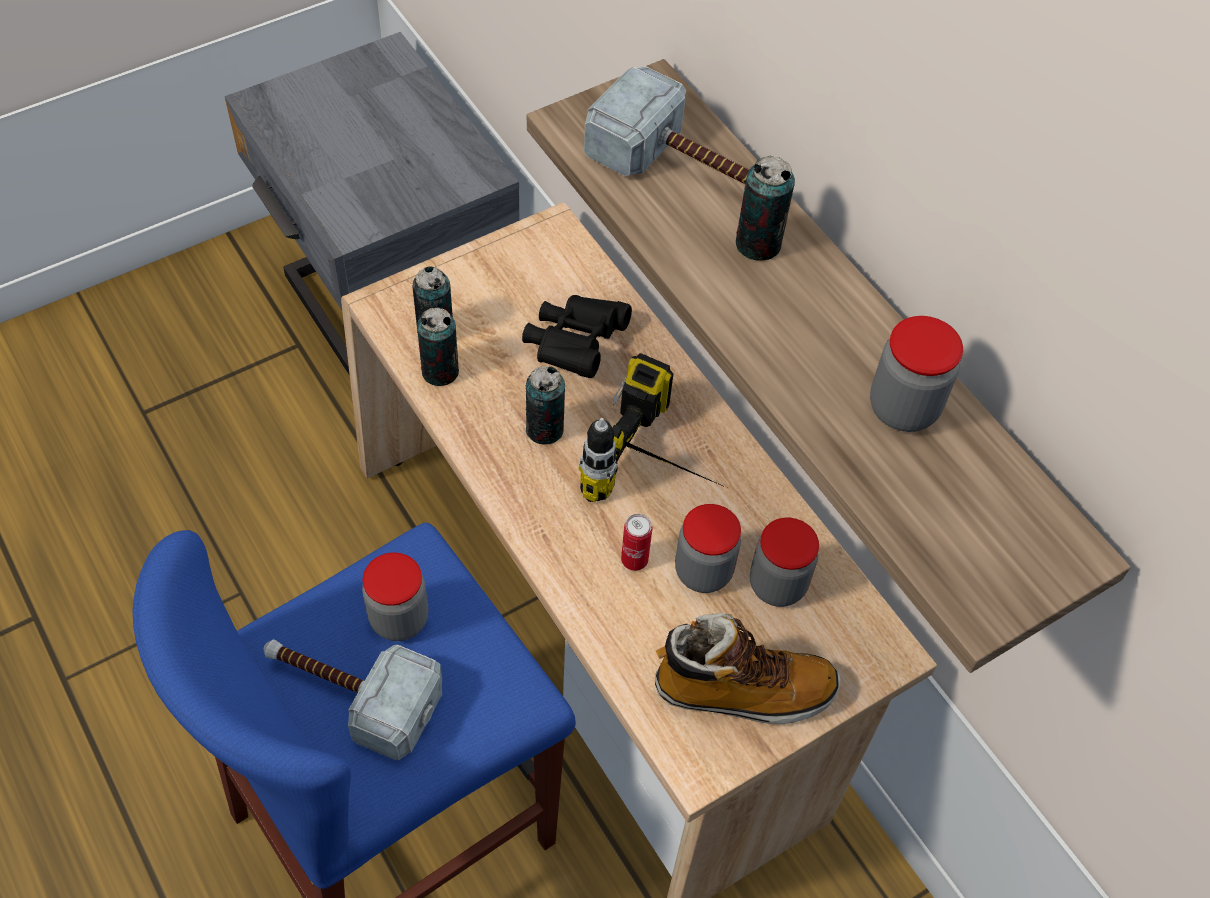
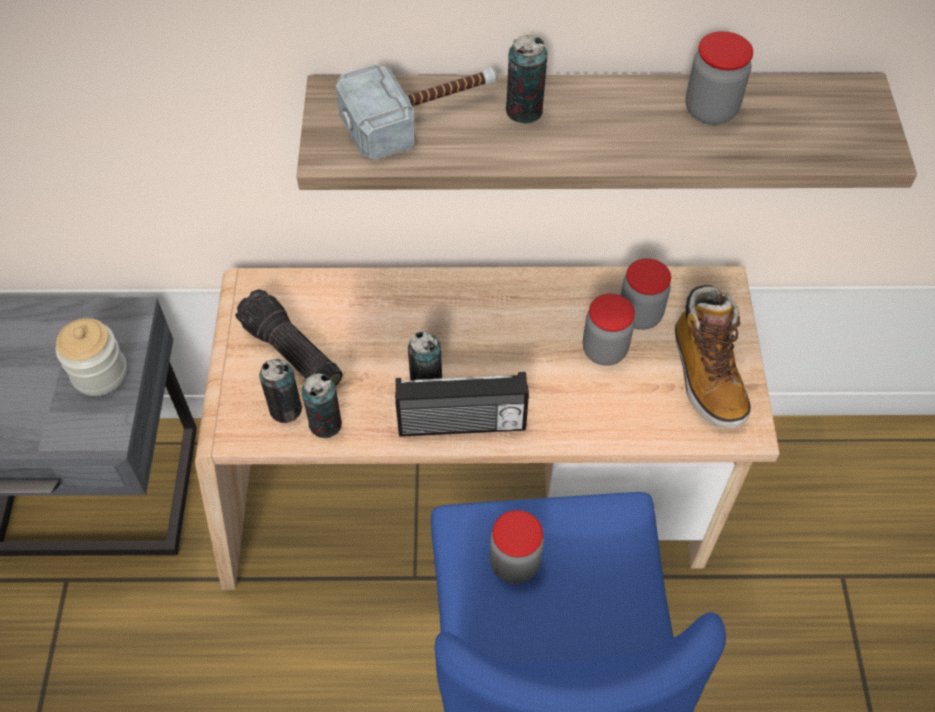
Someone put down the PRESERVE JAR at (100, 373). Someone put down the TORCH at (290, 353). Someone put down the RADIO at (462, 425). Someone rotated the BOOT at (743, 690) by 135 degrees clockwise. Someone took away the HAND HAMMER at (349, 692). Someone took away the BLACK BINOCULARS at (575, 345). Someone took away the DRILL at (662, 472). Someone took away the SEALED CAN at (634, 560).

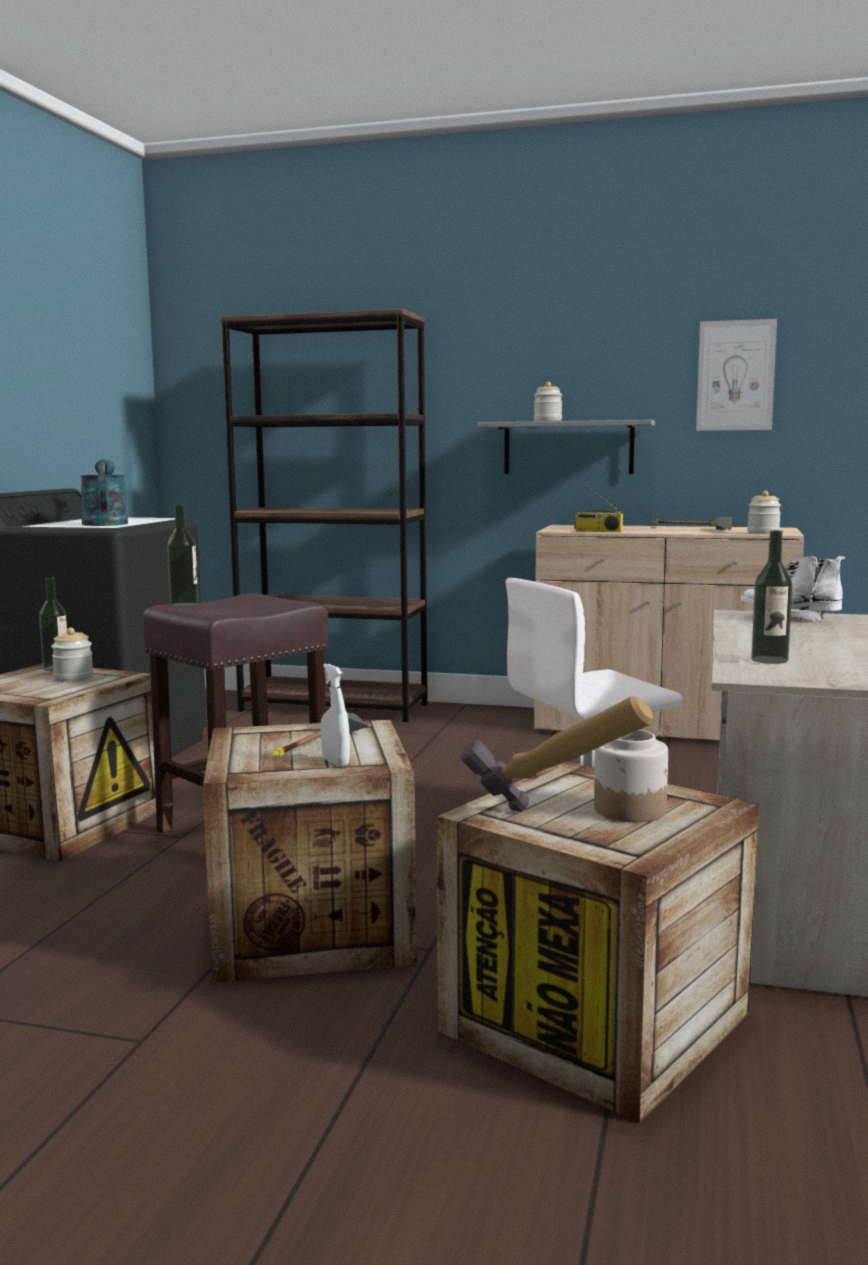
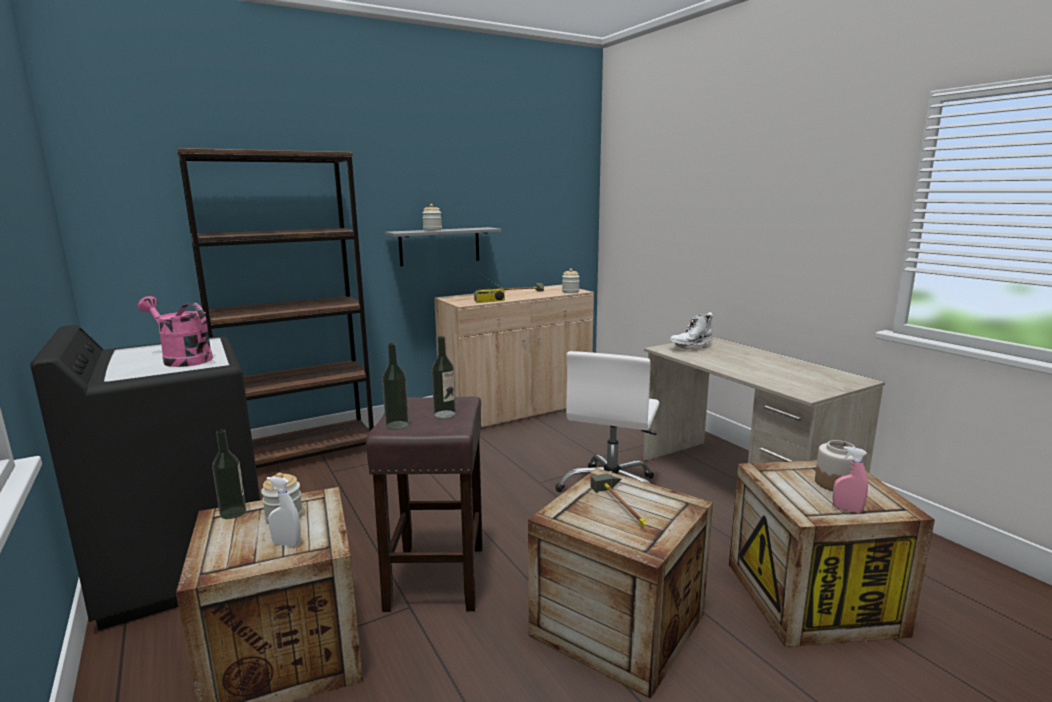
Someone repainted the TURQUOISE WATERING CAN at (105, 523), which became the PINK-COLOURED WATERING CAN at (182, 359). Someone carried the WHITISH SPRAY BOTTLE from (335, 762) to (287, 544). Someone carried the BEVERAGE BOTTLE from (769, 660) to (444, 414). Someone swapped the HAND HAMMER at (550, 827) for the PINK-COLOURED SPRAY BOTTLE at (847, 509). Someone took away the PICTURE at (735, 375).

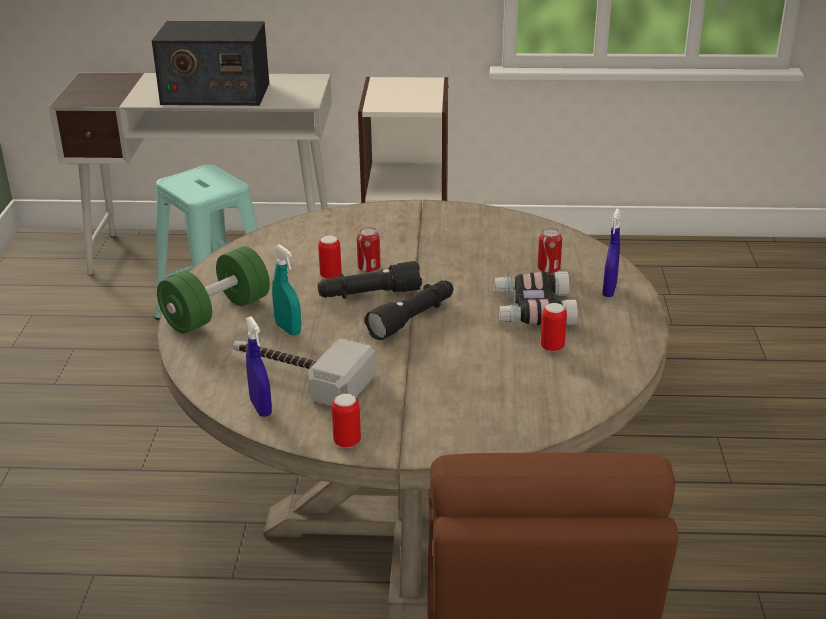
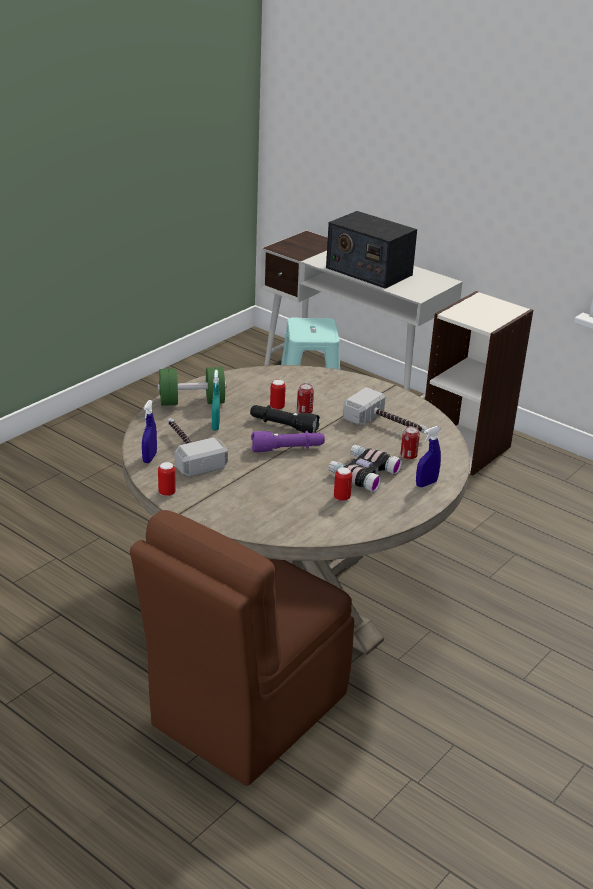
Someone repainted the BLACK TORCH at (413, 319), which became the PURPLE TORCH at (288, 449). Someone put down the HAND HAMMER at (388, 425).

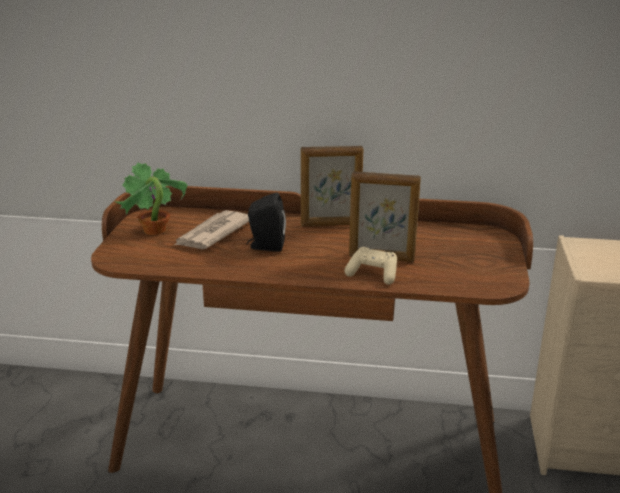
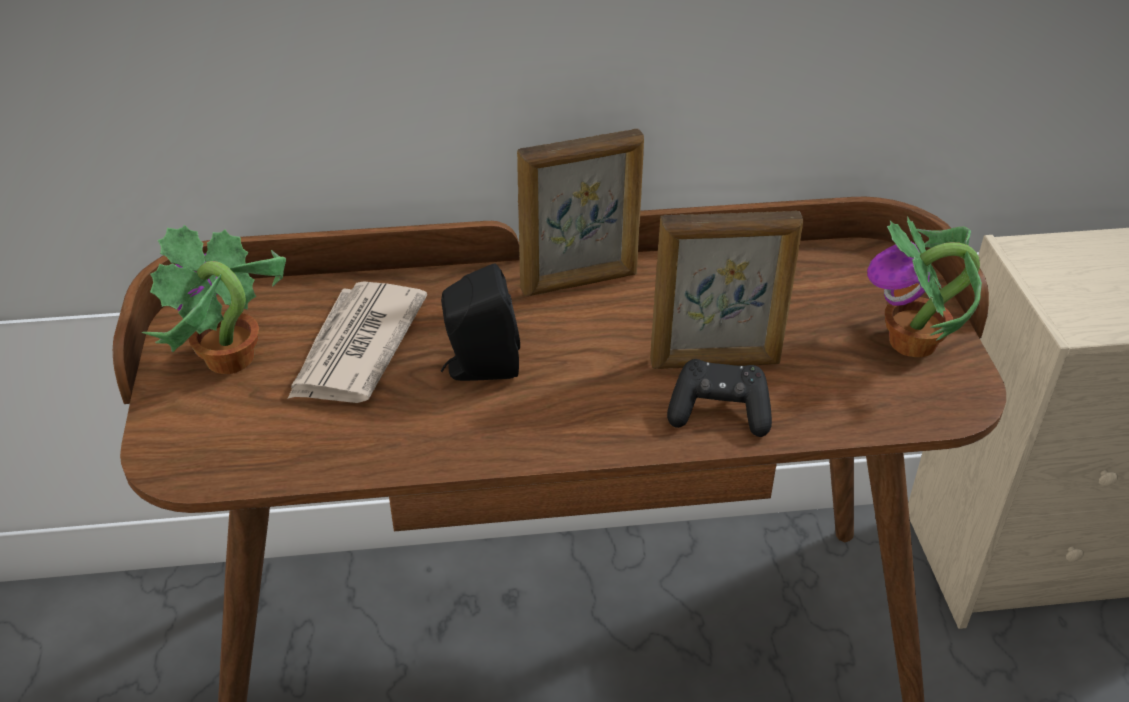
Someone repainted the BEIGE GAME CONTROLLER at (373, 274), which became the BLACK GAME CONTROLLER at (719, 412). Someone put down the POTTED PLANT at (913, 343).

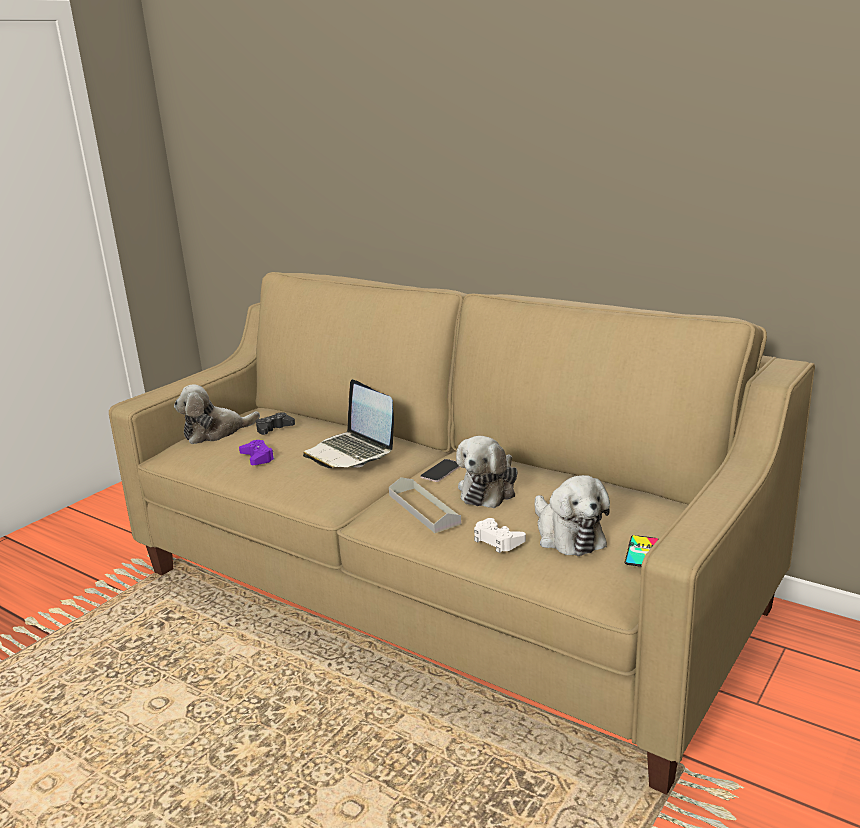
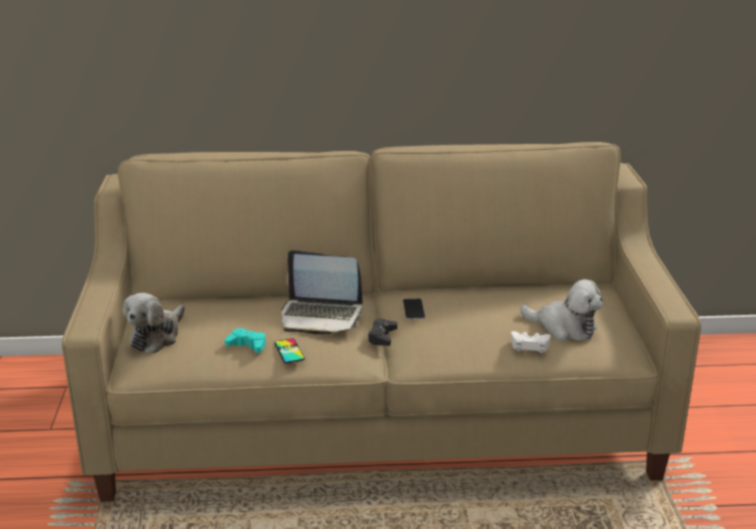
Someone repainted the PURPLE GAME CONTROLLER at (257, 457), which became the TURQUOISE GAME CONTROLLER at (247, 345). Someone carried the TELEPHONE from (642, 552) to (289, 351). Someone carried the BLACK GAME CONTROLLER from (274, 428) to (382, 337). Someone took away the GREYISH SERVING TRAY at (424, 509). Someone took away the SOFT TOY at (489, 490).

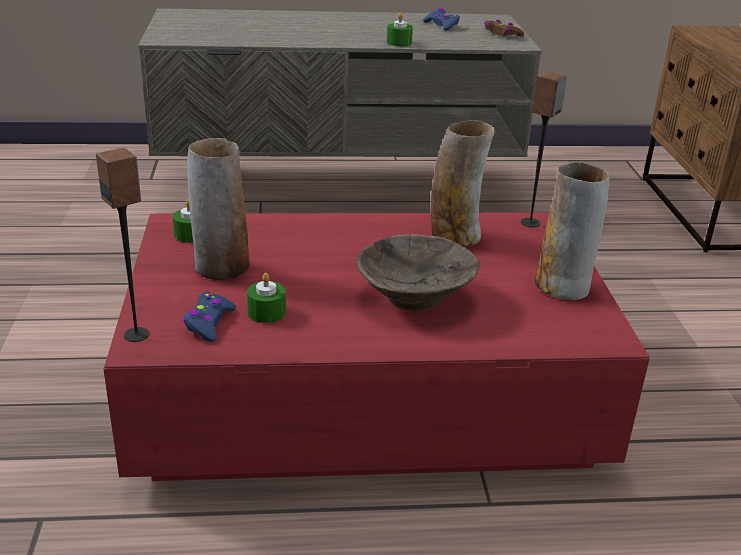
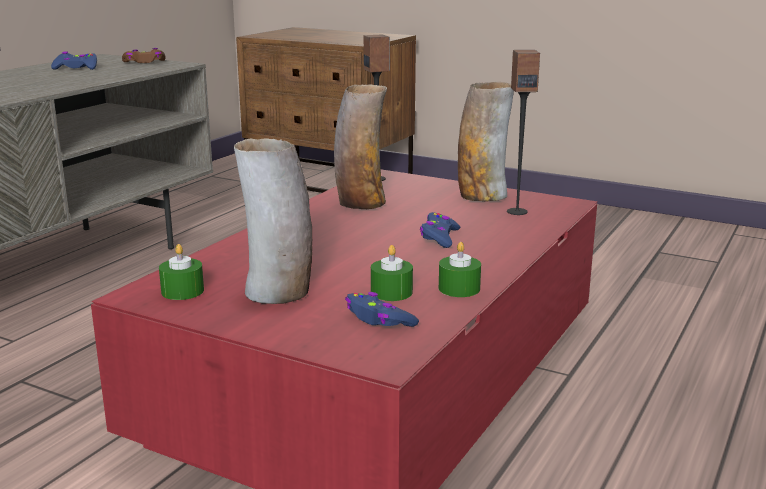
Someone swapped the BROWNISH BOWL at (415, 297) for the BLUISH GAME CONTROLLER at (439, 237). Someone carried the GREENISH WAX LIGHT from (399, 42) to (459, 288). Someone carried the LOUDSPEAKER from (137, 334) to (517, 211).

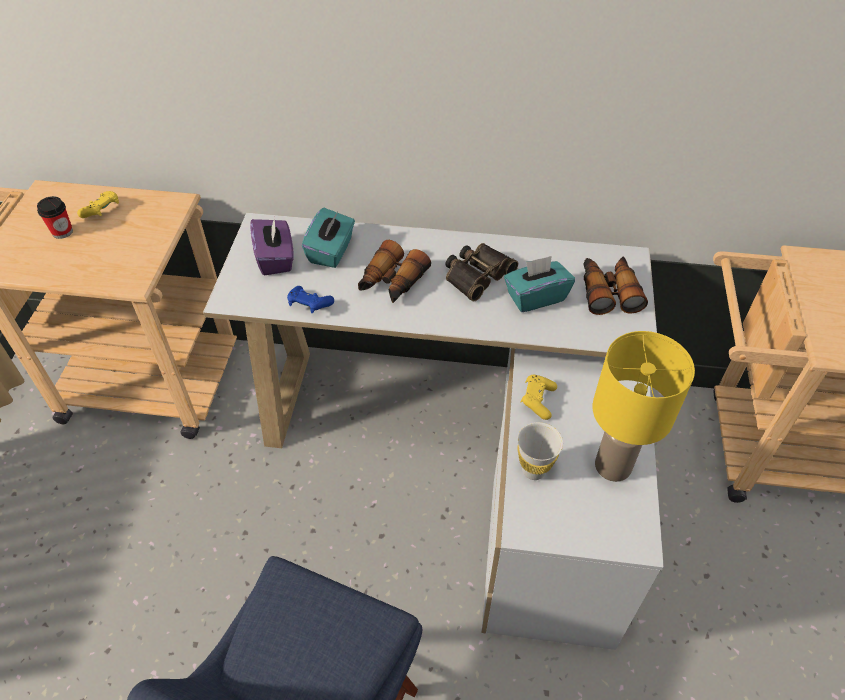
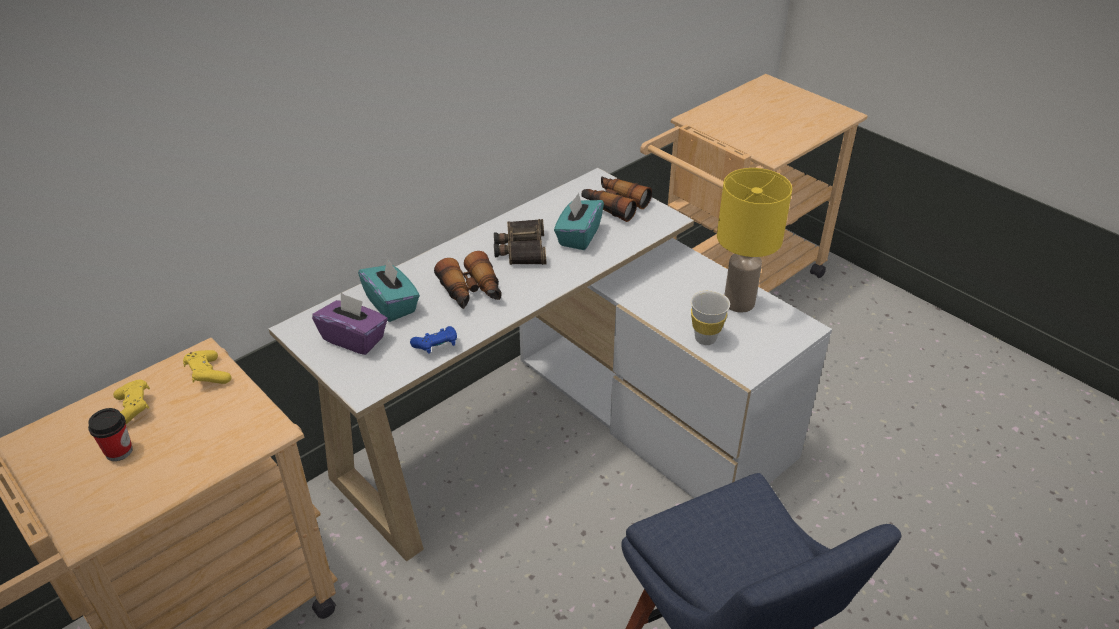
Someone carried the YELLOW-COLOURED GAME CONTROLLER from (537, 401) to (208, 375).

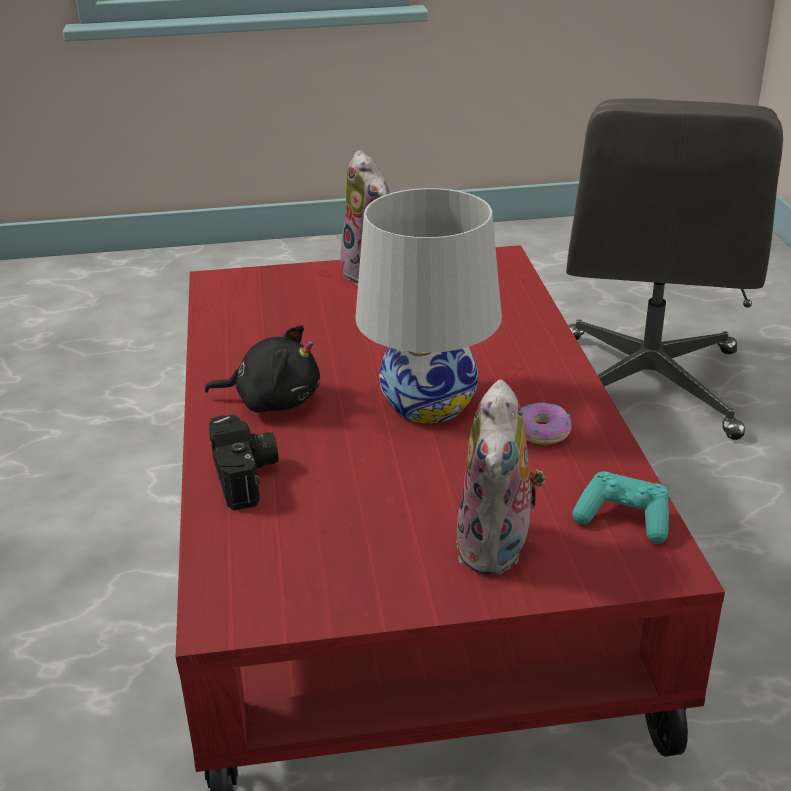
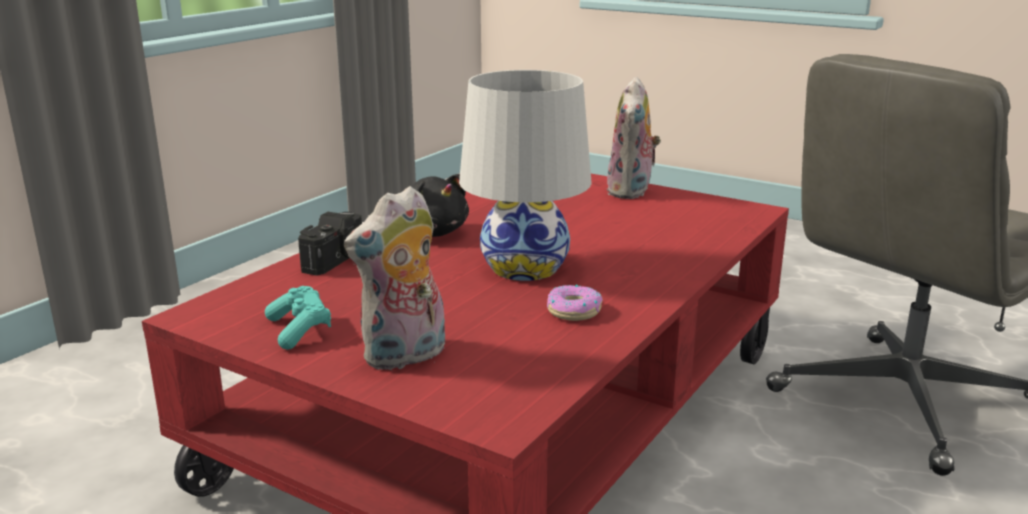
Someone carried the TURQUOISE GAME CONTROLLER from (623, 519) to (299, 330).

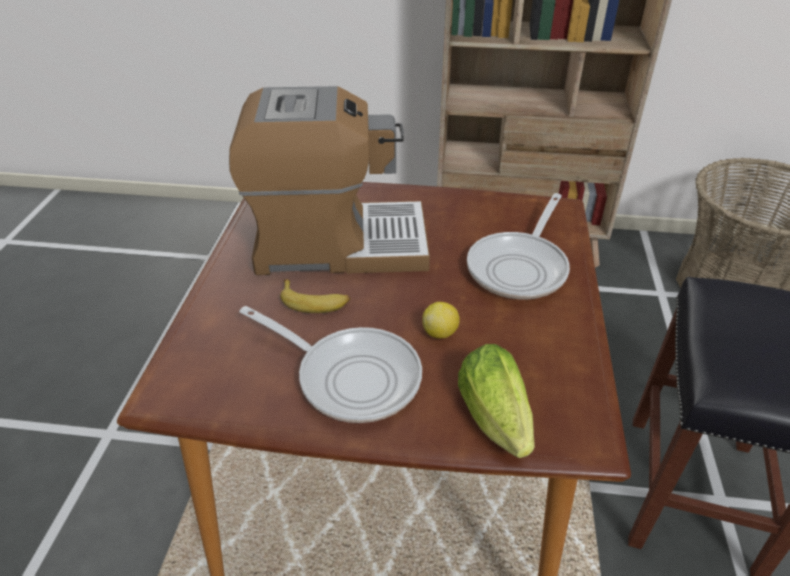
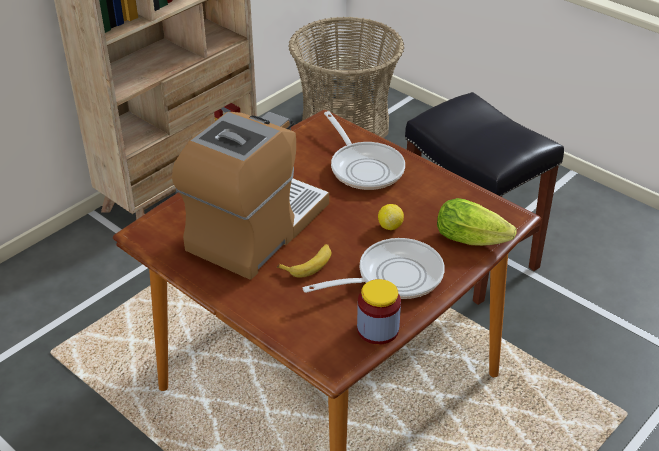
Someone put down the PRESERVE JAR at (378, 329).

